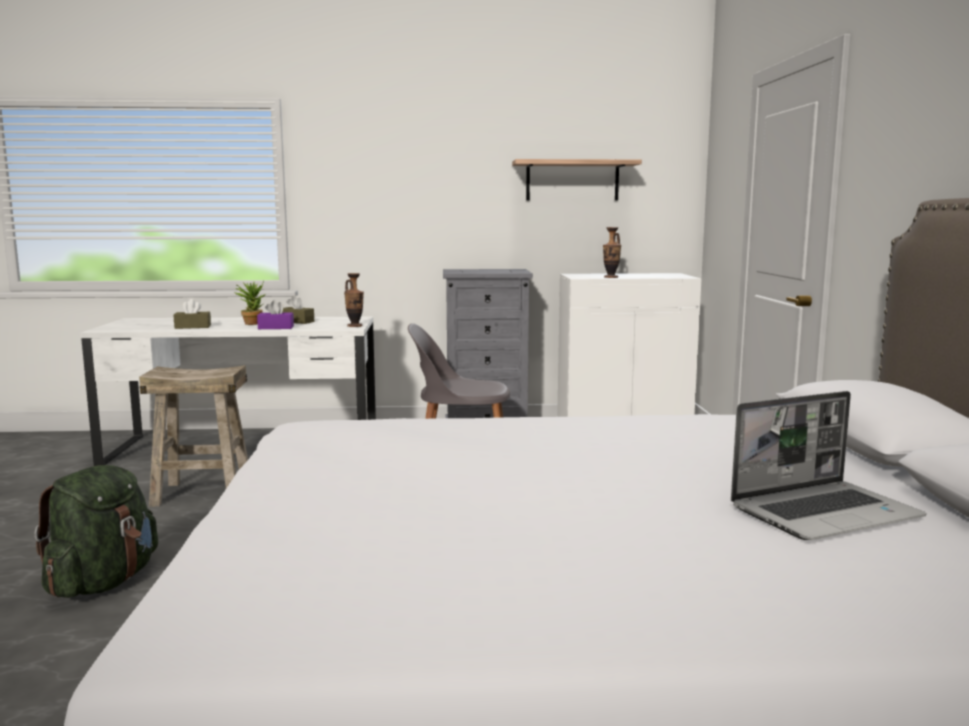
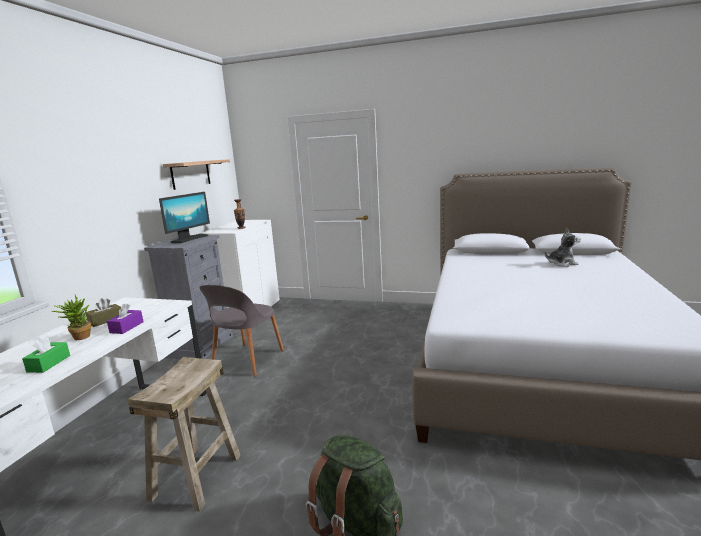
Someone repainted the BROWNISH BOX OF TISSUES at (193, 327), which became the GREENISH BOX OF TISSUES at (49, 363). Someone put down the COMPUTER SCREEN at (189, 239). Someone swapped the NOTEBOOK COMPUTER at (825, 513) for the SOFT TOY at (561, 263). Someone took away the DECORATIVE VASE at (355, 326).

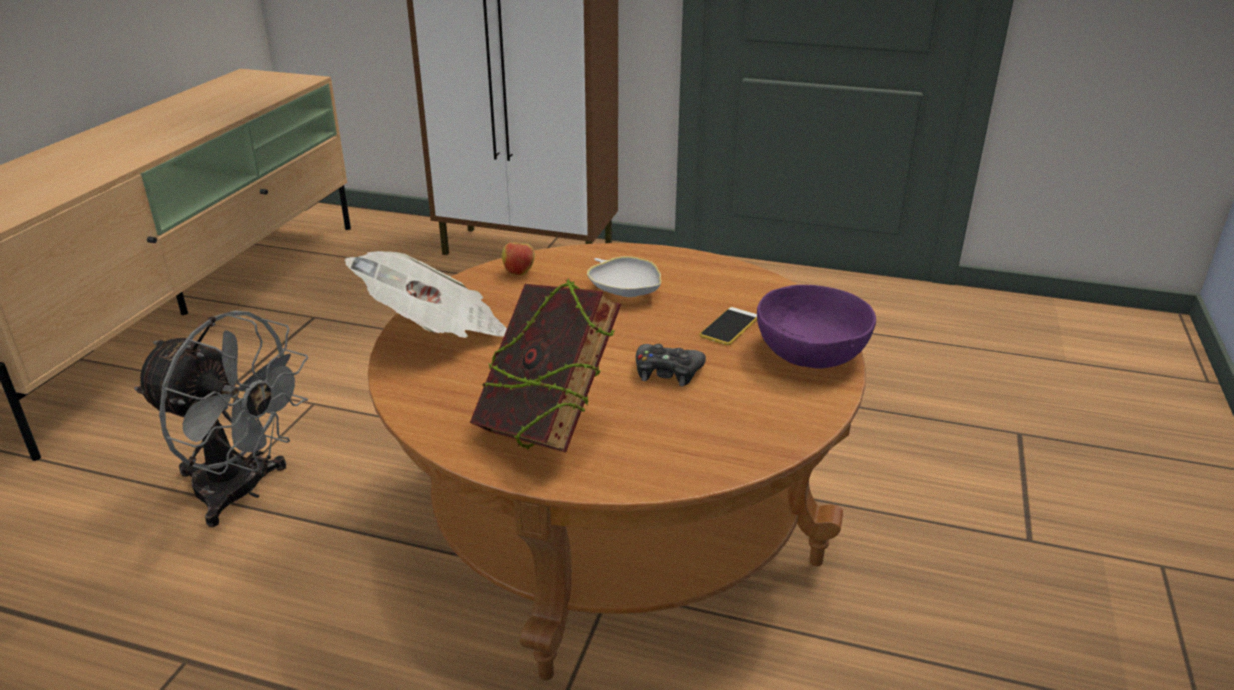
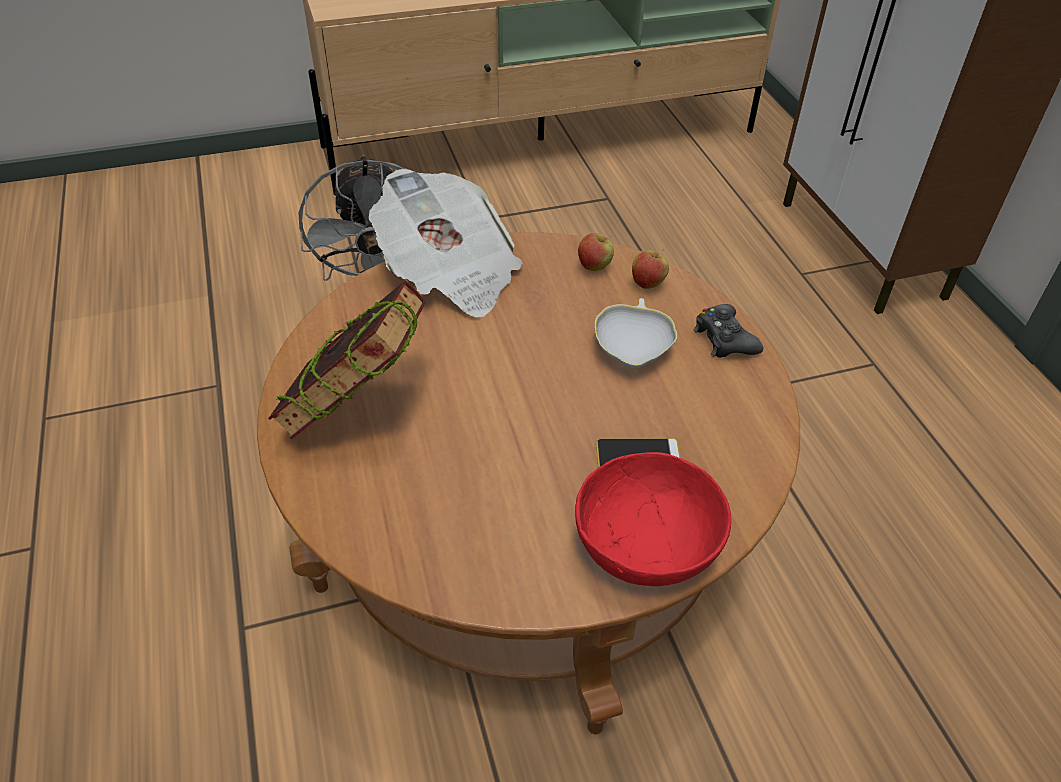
Someone repainted the PURPLE BOWL at (812, 353), which became the RED-COLOURED BOWL at (647, 546). Someone put down the APPLE at (648, 284). Someone carried the BLACK GAME CONTROLLER from (667, 372) to (724, 339).

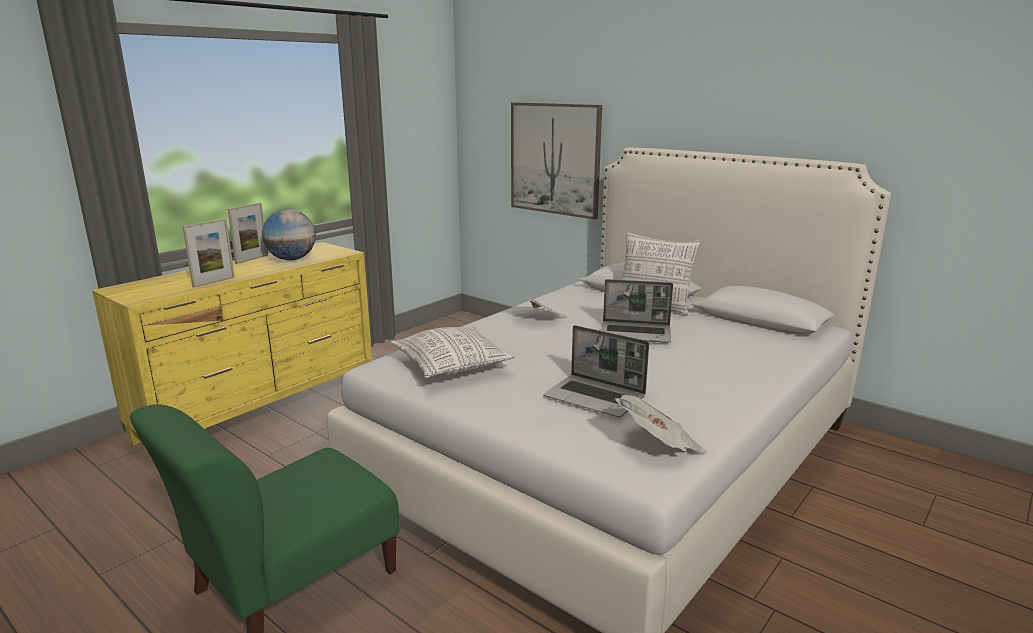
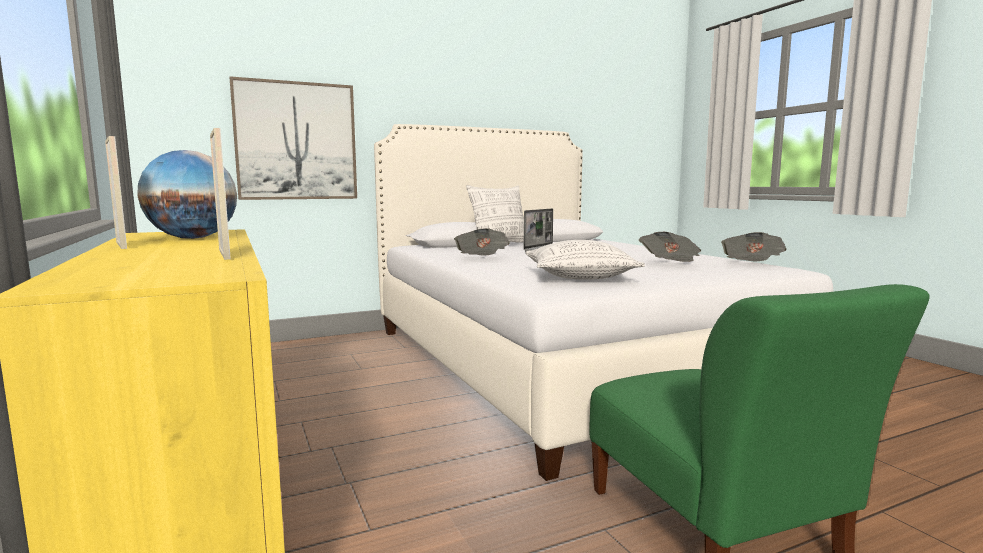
Someone swapped the NOTEBOOK COMPUTER at (596, 397) for the DAILY PAPER at (670, 264).

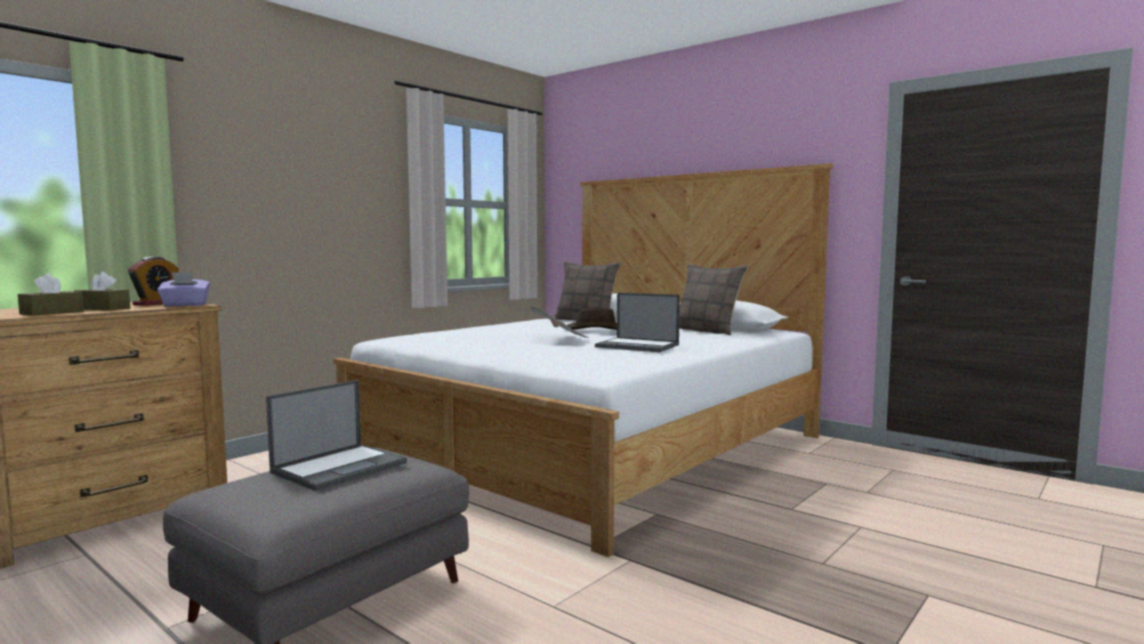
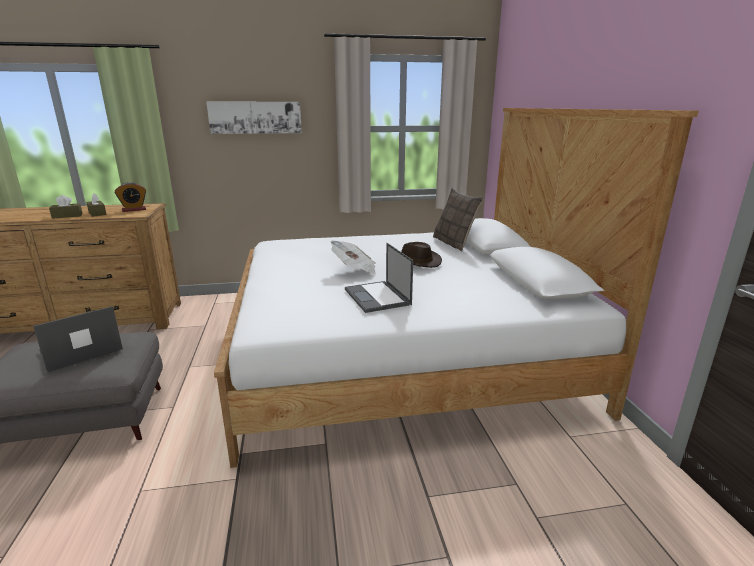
Someone rotated the NOTEBOOK COMPUTER at (340, 467) by 150 degrees clockwise. Someone put up the PICTURE at (255, 117). Someone took away the PURPLE BOX OF TISSUES at (185, 305). Someone took away the CUSHION at (707, 331).

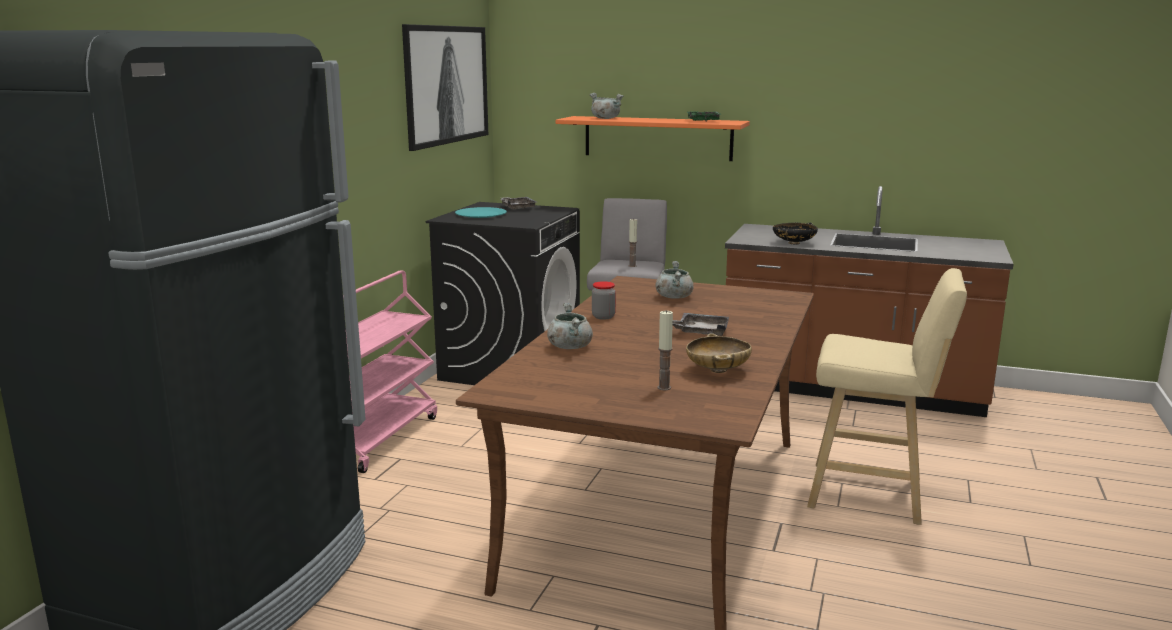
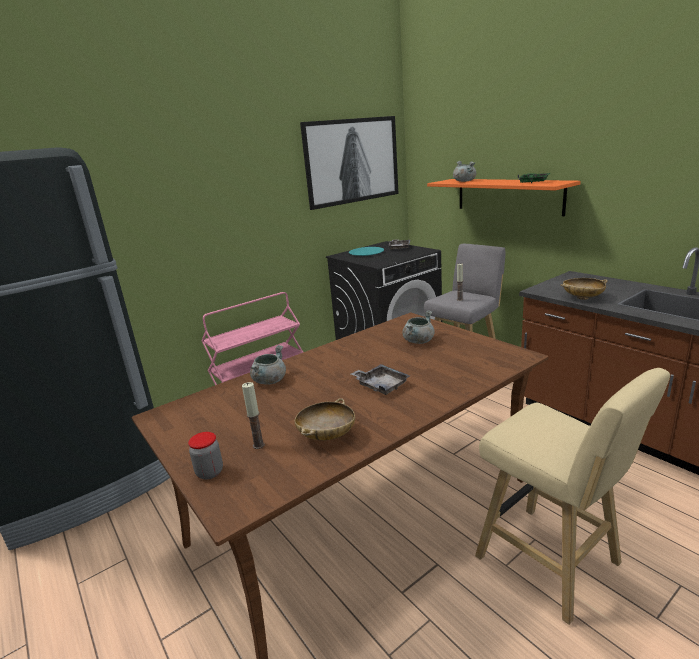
Someone carried the PRESERVE JAR from (603, 317) to (209, 472). Someone repainted the BLACK BOWL at (793, 243), which became the BEIGE BOWL at (582, 298).

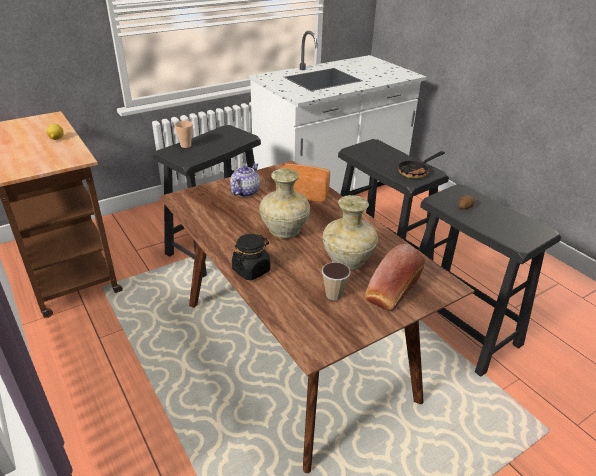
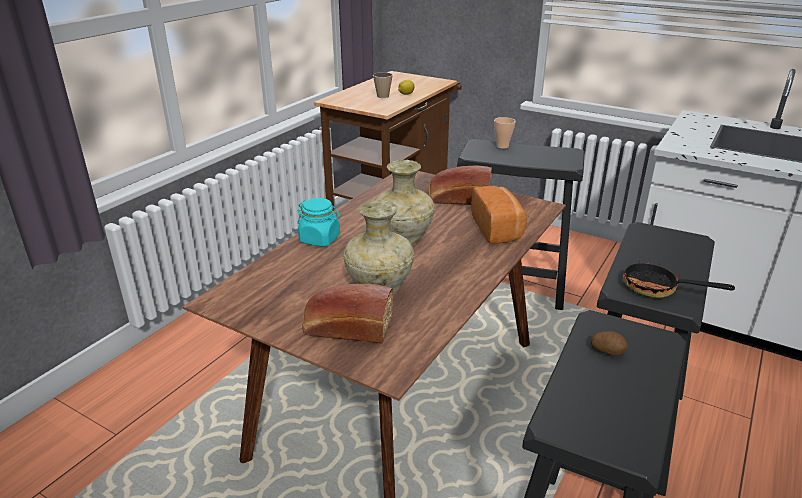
Someone repainted the BLACK PRESERVE JAR at (251, 270), which became the TURQUOISE PRESERVE JAR at (320, 239). Someone carried the SMALL CUP from (334, 294) to (383, 96). Someone swapped the POT FOR TEA at (245, 192) for the BREAD at (457, 199).

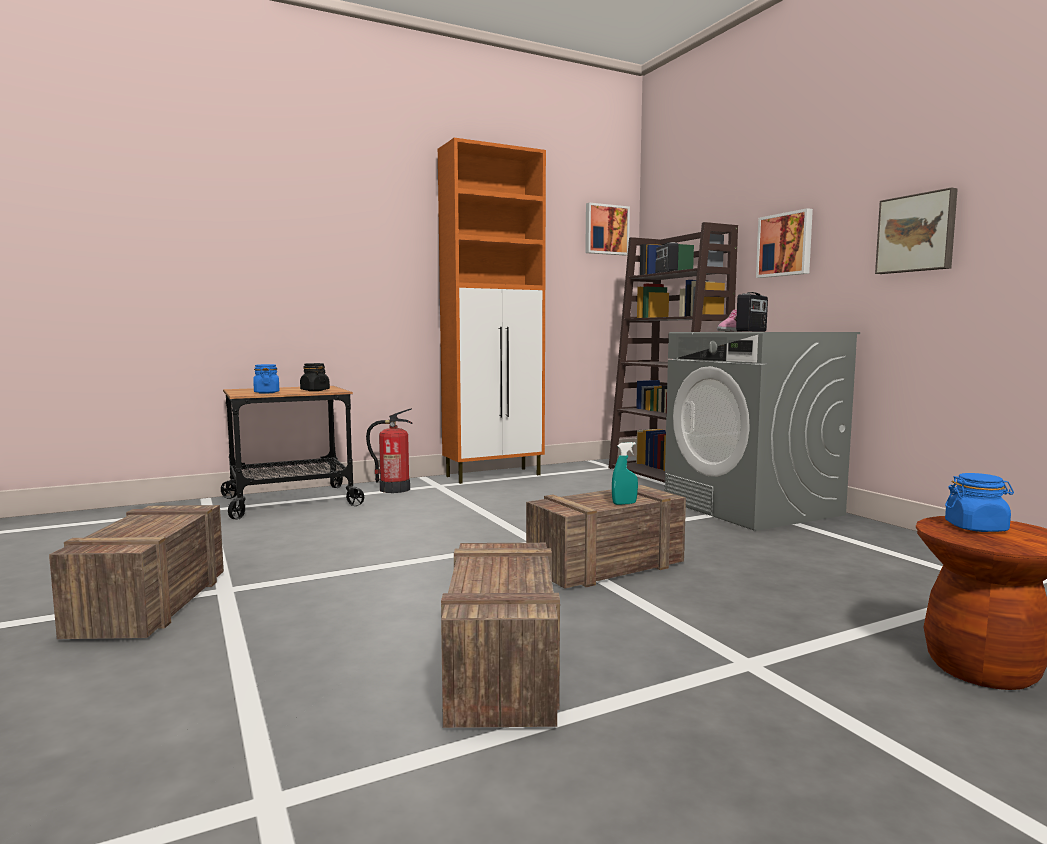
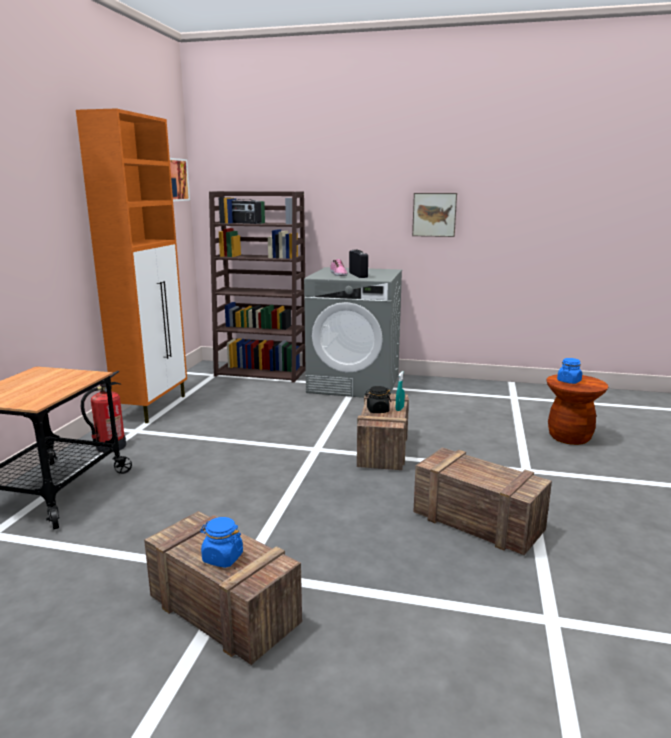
Someone carried the BLUISH PRESERVE JAR from (266, 392) to (222, 558). Someone carried the BLACK PRESERVE JAR from (314, 390) to (377, 410). Someone took away the PICTURE at (785, 245).

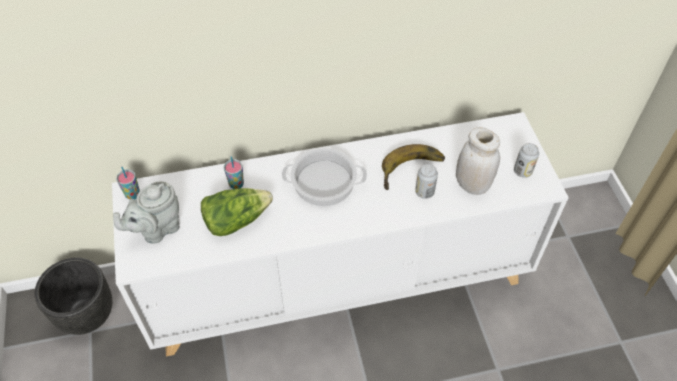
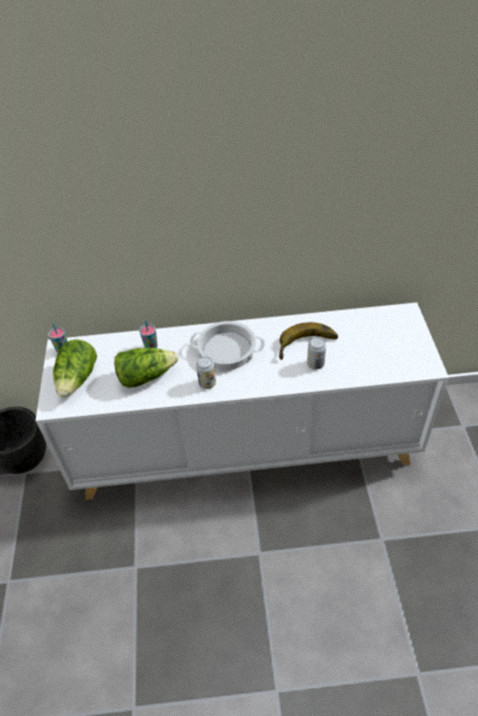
Someone swapped the GREYISH POT FOR TEA at (157, 229) for the HEAD OF LETTUCE at (78, 379). Someone carried the SEALED CAN from (522, 171) to (207, 383). Someone took away the WHITISH PRESERVE JAR at (472, 185).

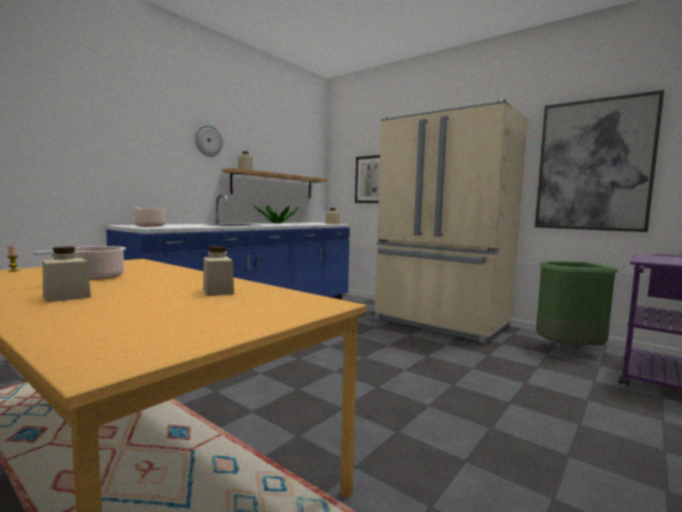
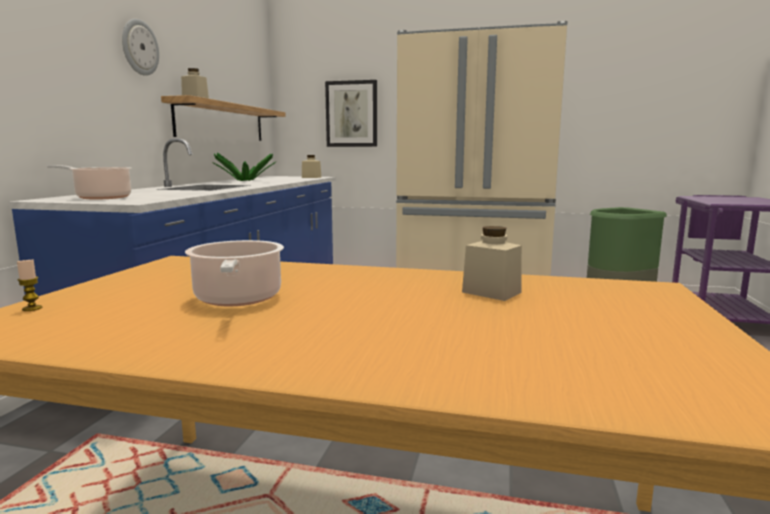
Someone took away the BEIGE PRESERVE JAR at (67, 297). Someone took away the PICTURE at (593, 165).

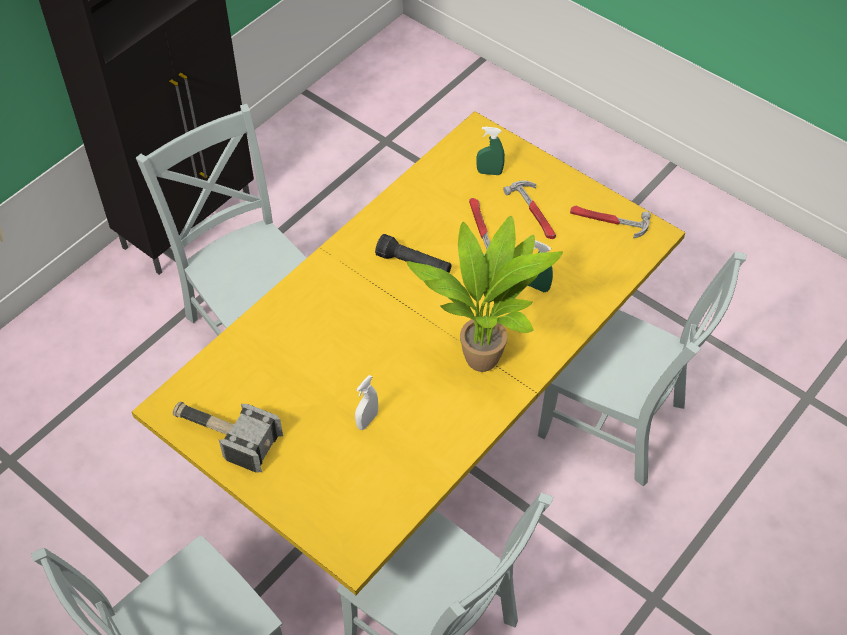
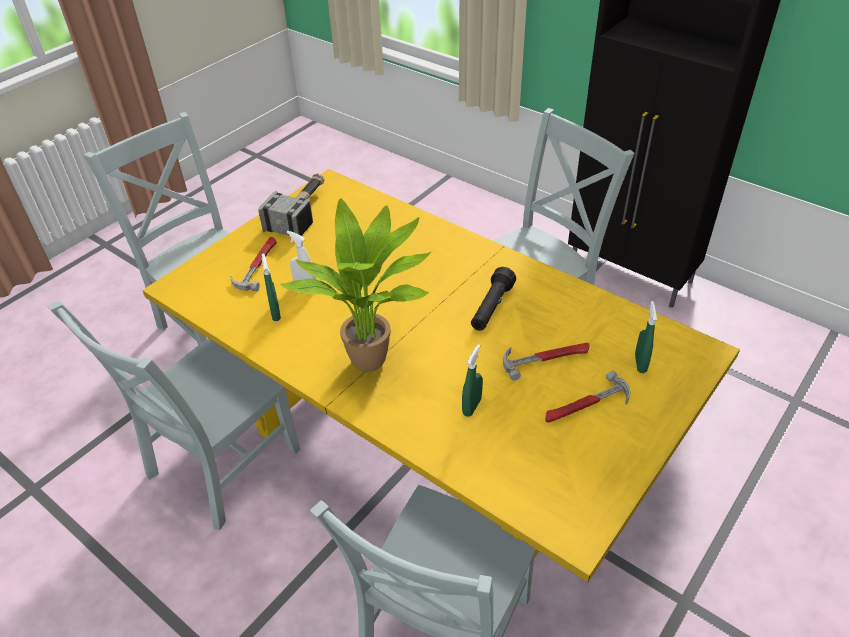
Someone carried the HAND HAMMER from (608, 221) to (257, 265). Someone put down the GREENISH SPRAY BOTTLE at (275, 313).

